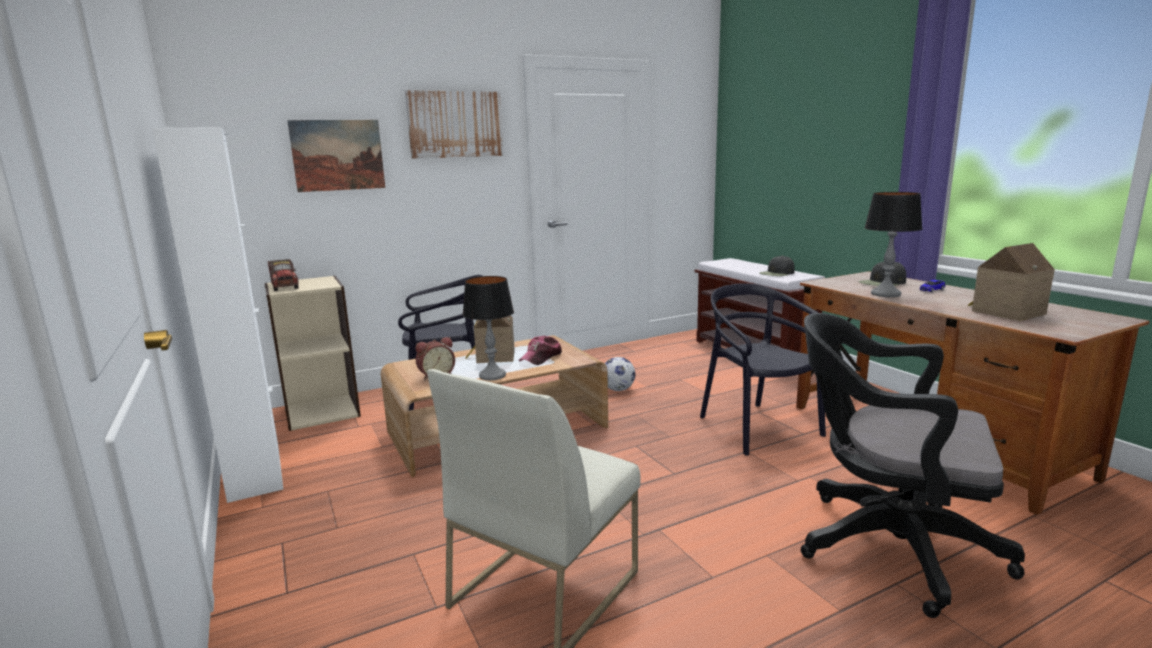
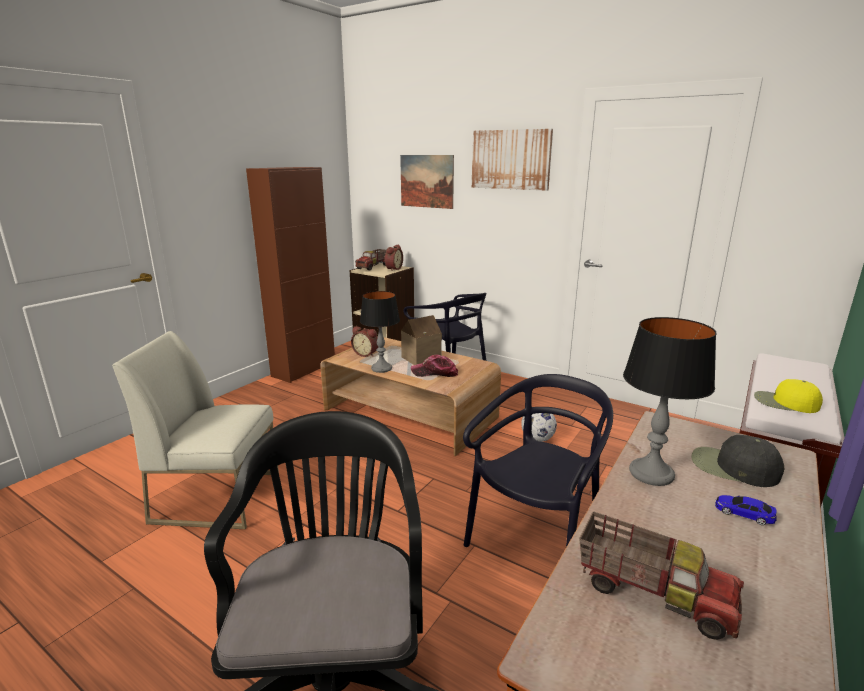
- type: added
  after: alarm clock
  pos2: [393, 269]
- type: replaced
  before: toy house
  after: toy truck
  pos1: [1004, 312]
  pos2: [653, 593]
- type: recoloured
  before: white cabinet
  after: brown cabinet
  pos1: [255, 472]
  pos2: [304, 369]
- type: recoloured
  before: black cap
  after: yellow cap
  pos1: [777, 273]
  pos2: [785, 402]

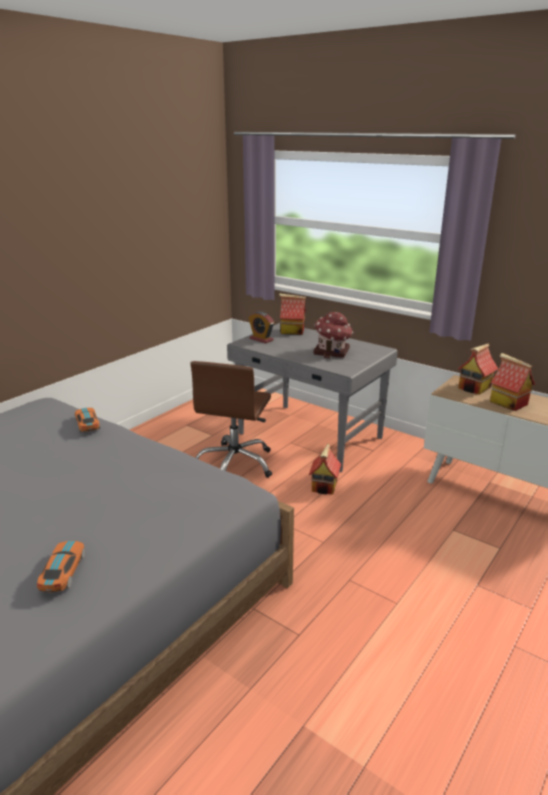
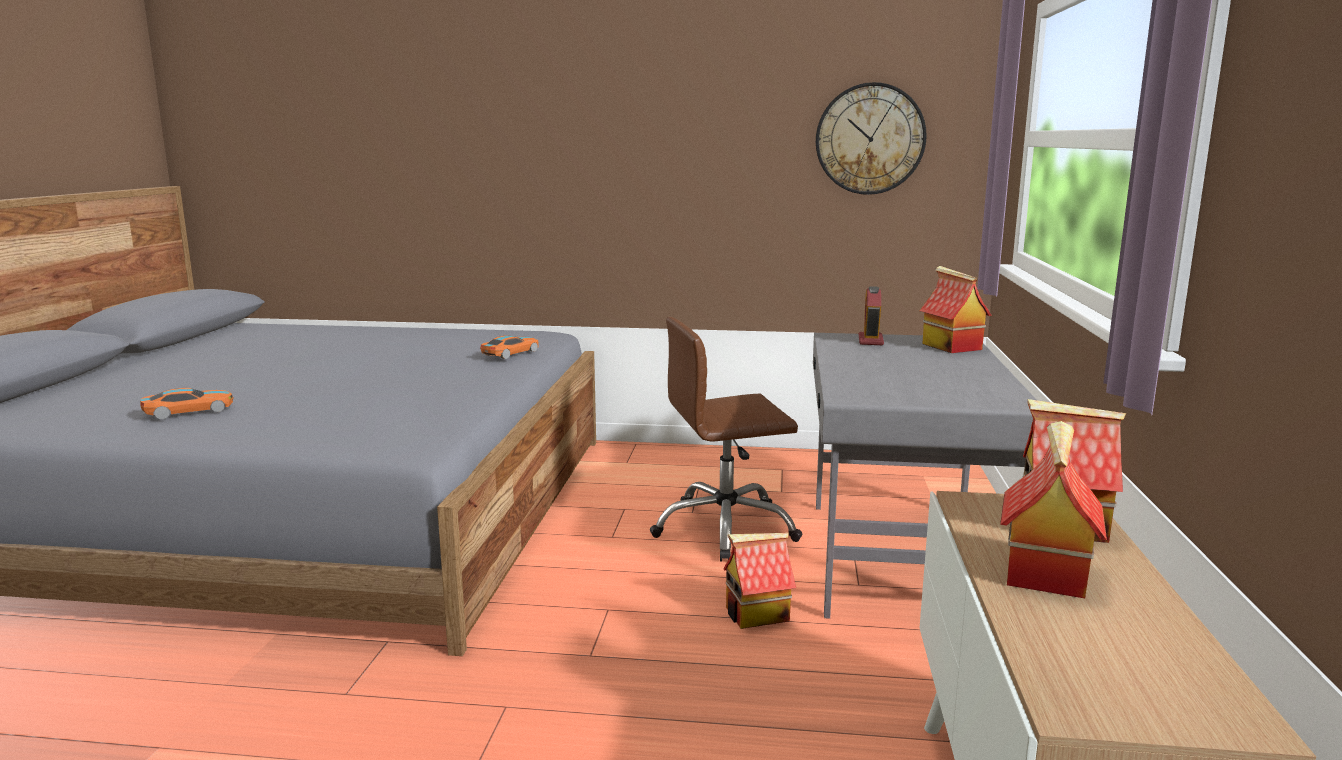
- type: removed
  before: toy house
  pos1: [332, 352]
- type: added
  after: wall clock
  pos2: [870, 139]

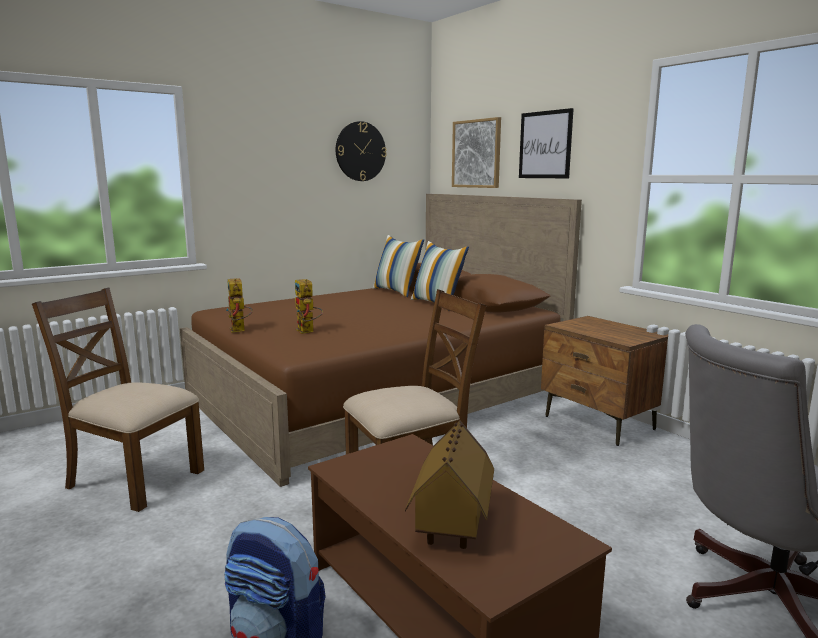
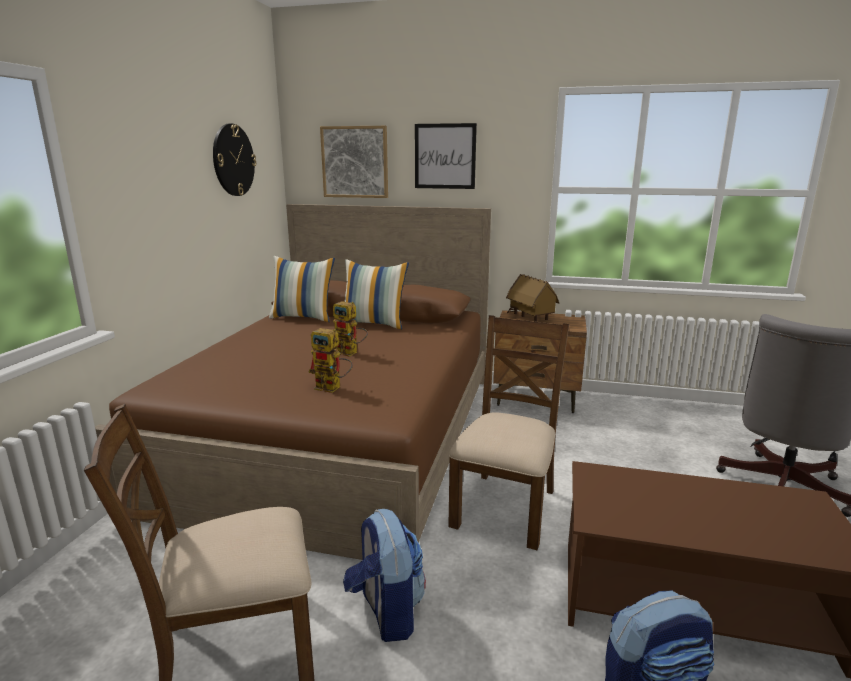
- type: added
  after: backpack
  pos2: [386, 612]
- type: moved
  before: toy robot
  pos1: [240, 330]
  pos2: [351, 353]
- type: moved
  before: toy house
  pos1: [451, 525]
  pos2: [530, 317]

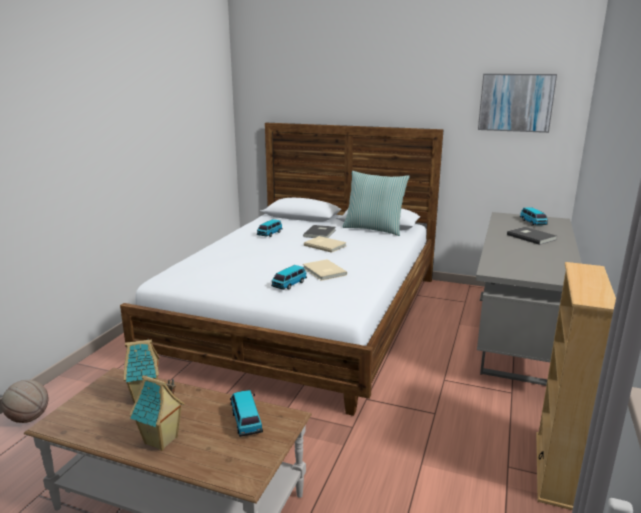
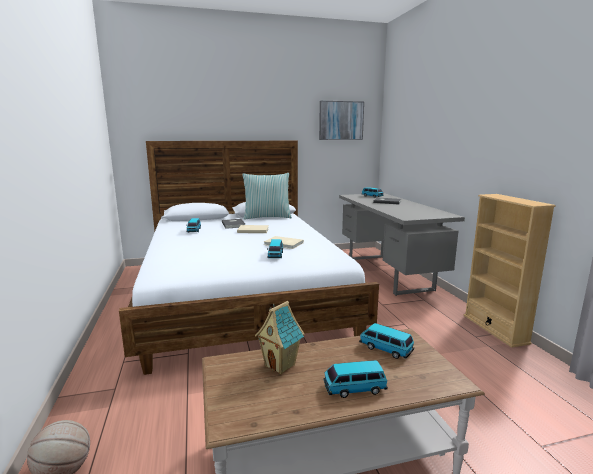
- type: replaced
  before: toy house
  after: toy car
  pos1: [161, 441]
  pos2: [354, 388]

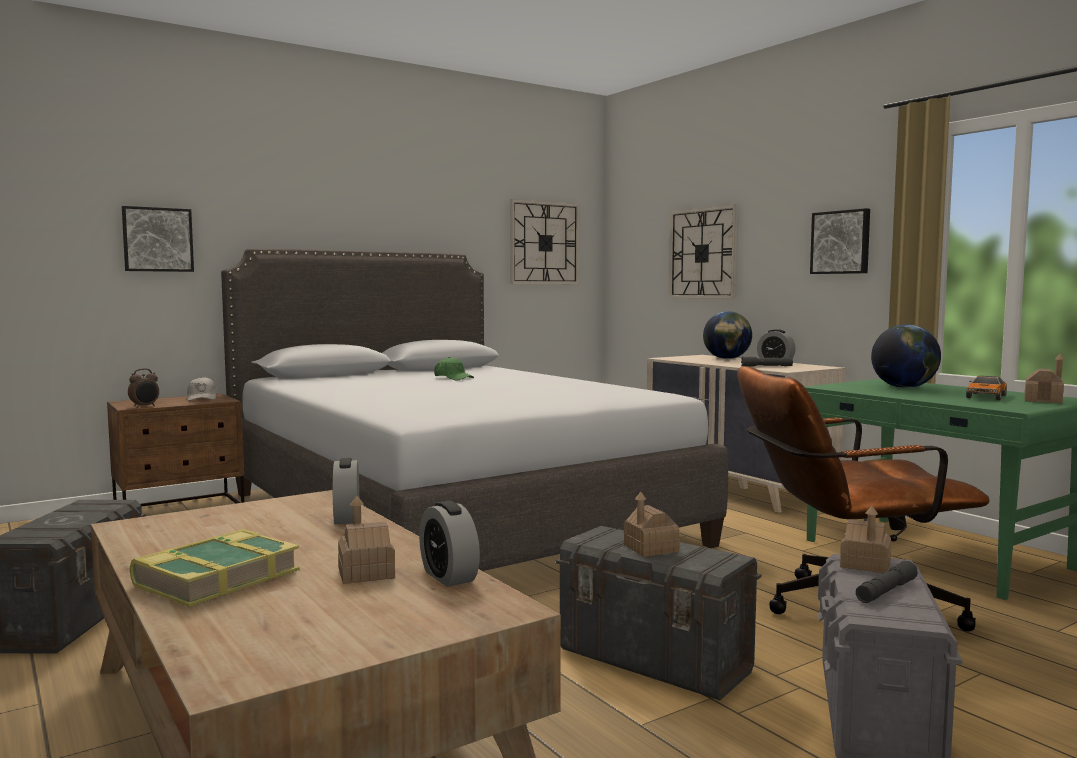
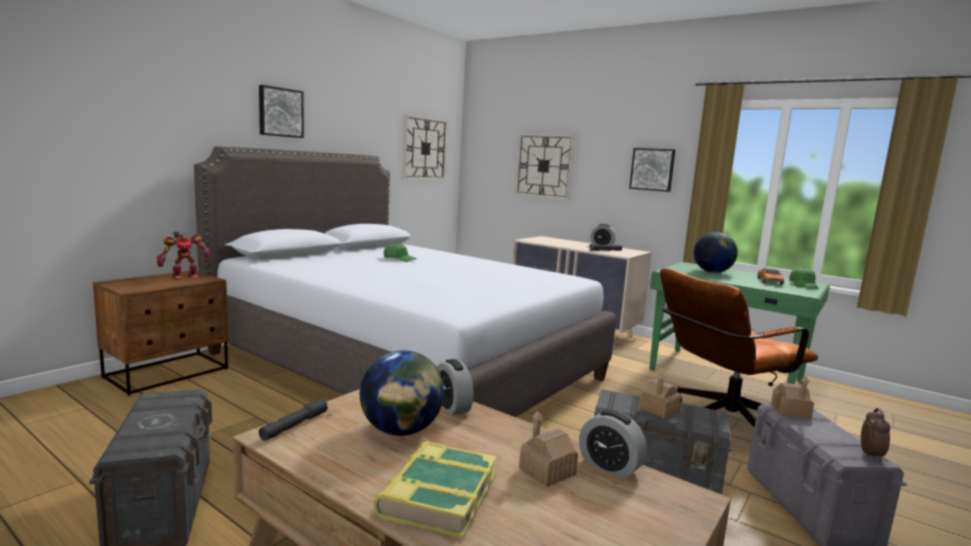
- type: moved
  before: picture
  pos1: [157, 239]
  pos2: [280, 112]
- type: moved
  before: alarm clock
  pos1: [145, 406]
  pos2: [871, 456]
- type: moved
  before: globe
  pos1: [727, 359]
  pos2: [401, 431]
- type: moved
  before: grey flashlight
  pos1: [886, 591]
  pos2: [294, 426]
- type: replaced
  before: white cap
  after: toy robot
  pos1: [202, 398]
  pos2: [184, 276]
- type: replaced
  before: toy house
  after: green cap
  pos1: [1043, 400]
  pos2: [803, 285]

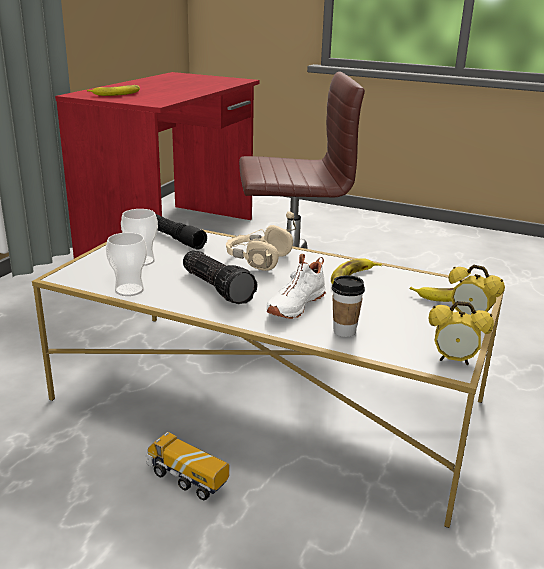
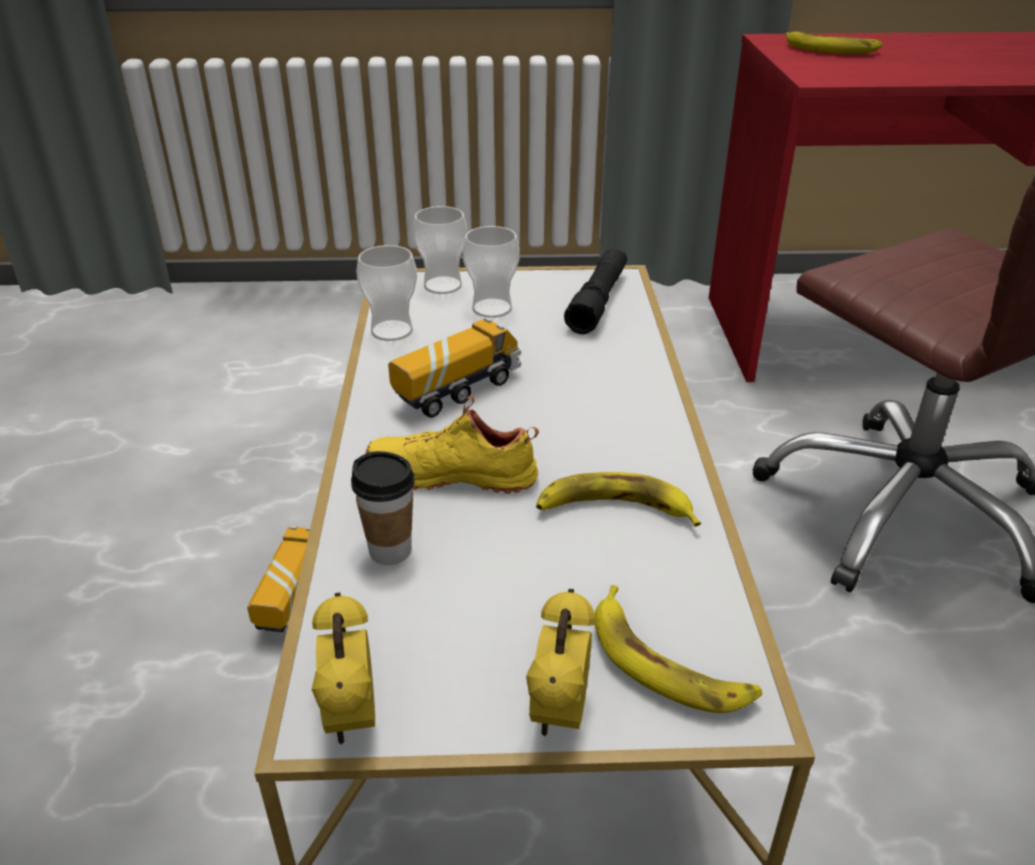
- type: removed
  before: beige headphones
  pos1: [258, 260]
- type: added
  after: cup
  pos2: [443, 285]
- type: replaced
  before: flashlight
  after: toy truck
  pos1: [218, 287]
  pos2: [458, 390]
- type: recoloured
  before: white shoe
  after: yellow shoe
  pos1: [294, 304]
  pos2: [453, 473]

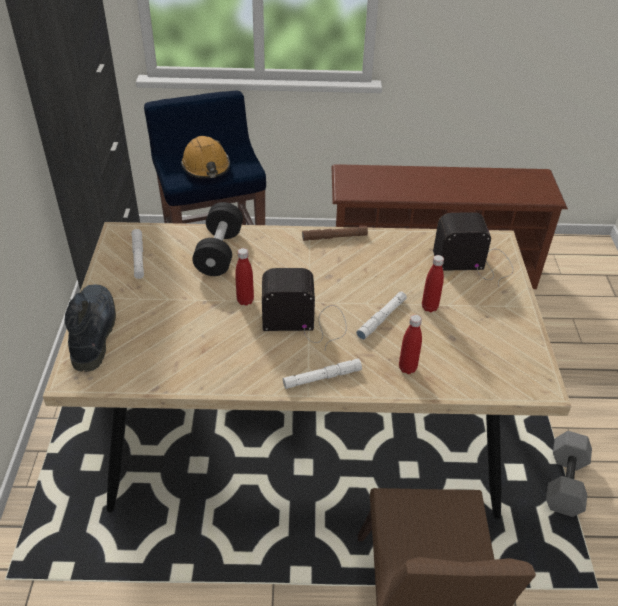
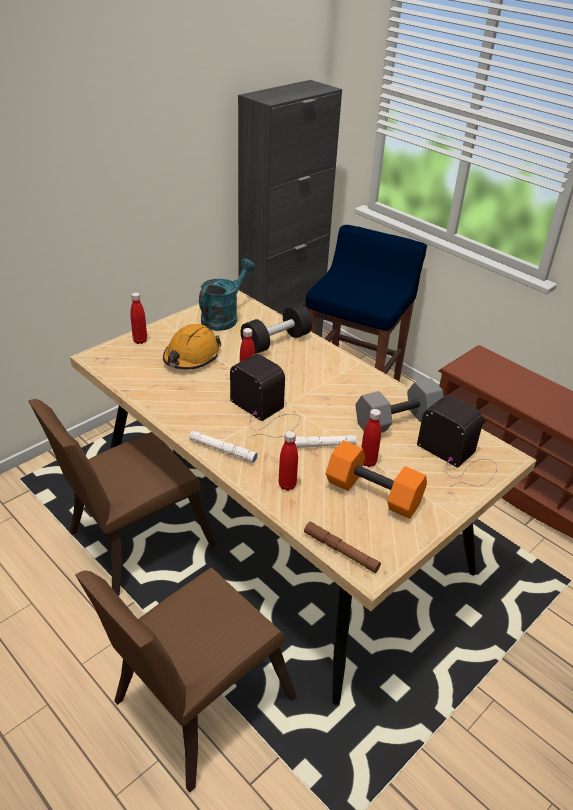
- type: added
  after: brown chair
  pos2: [132, 542]
- type: added
  after: orange dumbbell
  pos2: [372, 494]
- type: moved
  before: orange hard hat
  pos1: [206, 167]
  pos2: [191, 357]
- type: moved
  before: brown flashlight
  pos1: [334, 237]
  pos2: [341, 551]
- type: moved
  before: grey dumbbell
  pos1: [563, 481]
  pos2: [397, 420]
- type: replaced
  before: boot
  after: red bottle
  pos1: [93, 331]
  pos2: [140, 341]
- type: replaced
  before: white flashlight
  after: turquoise watering can
  pos1: [138, 257]
  pos2: [223, 317]

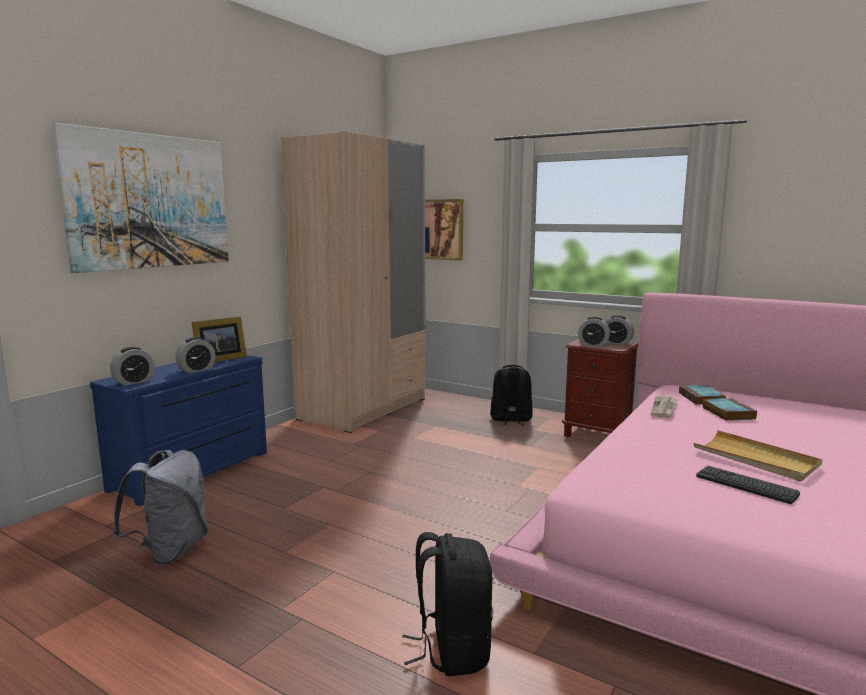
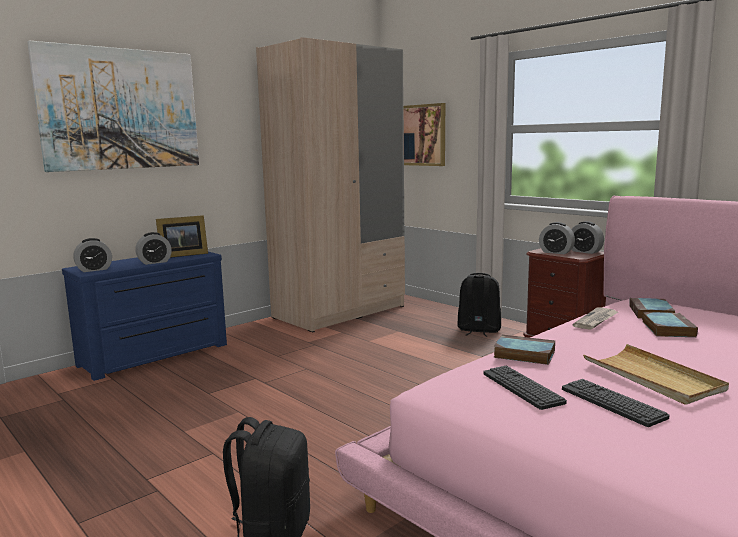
- type: removed
  before: grey backpack
  pos1: [170, 551]
- type: added
  after: keyboard
  pos2: [522, 388]
- type: added
  after: book
  pos2: [522, 354]

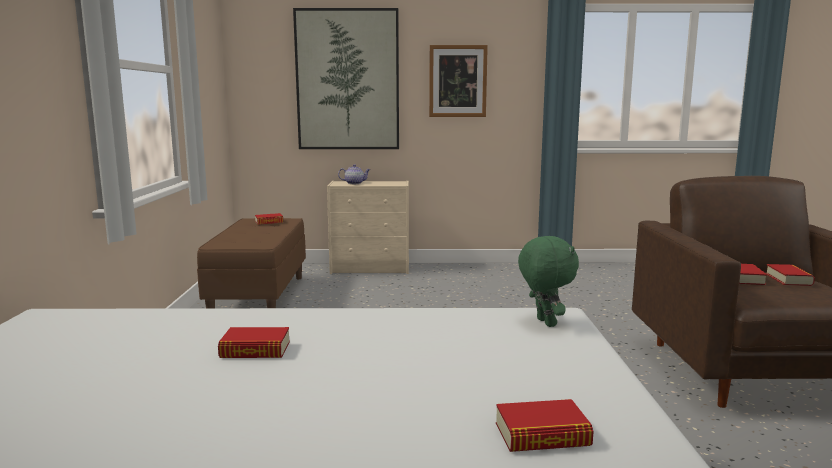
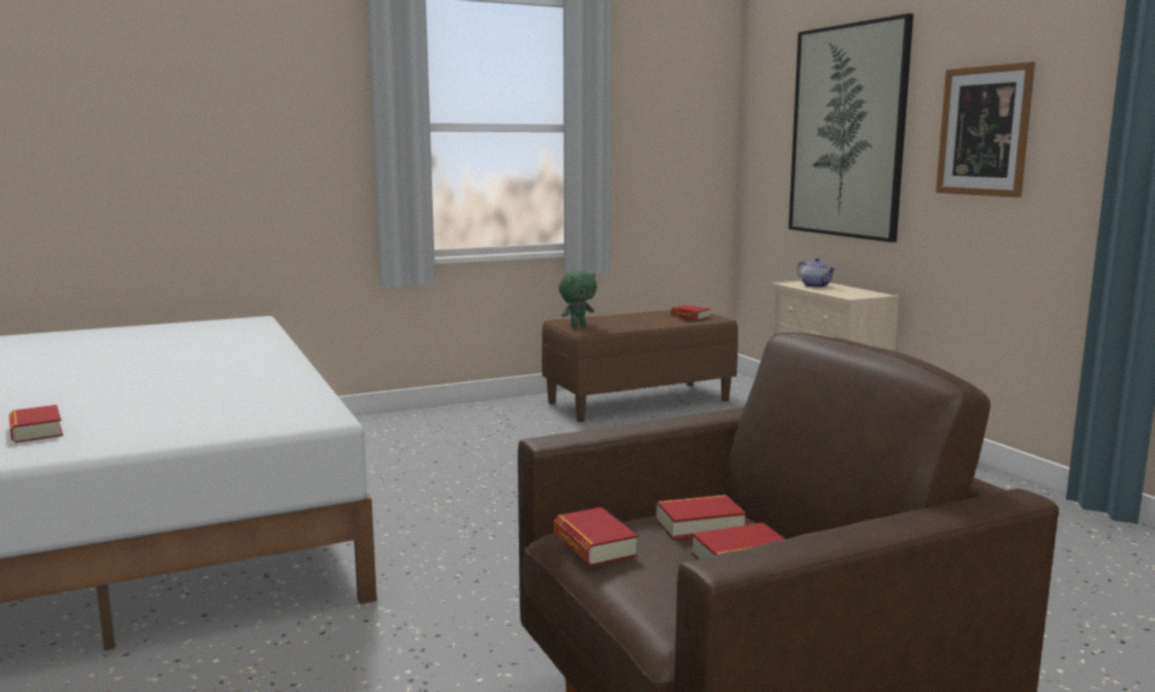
- type: moved
  before: book
  pos1: [255, 350]
  pos2: [594, 545]
- type: moved
  before: green plush toy
  pos1: [544, 322]
  pos2: [578, 325]

